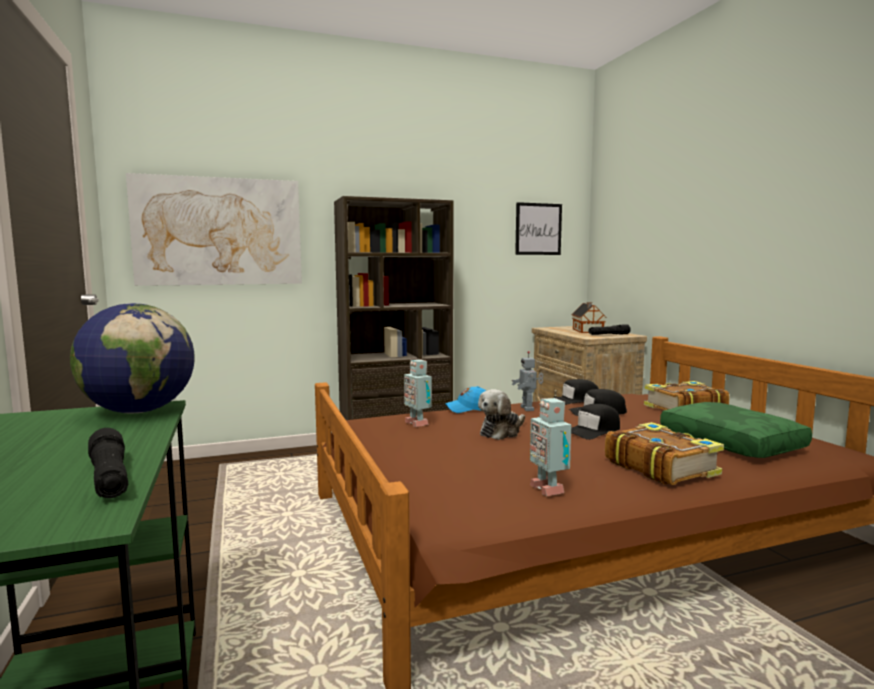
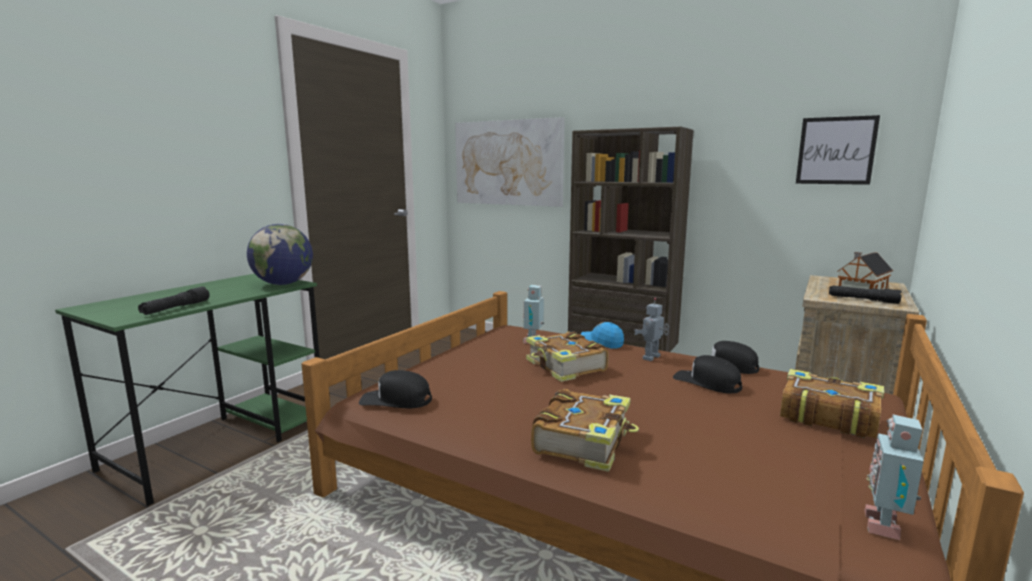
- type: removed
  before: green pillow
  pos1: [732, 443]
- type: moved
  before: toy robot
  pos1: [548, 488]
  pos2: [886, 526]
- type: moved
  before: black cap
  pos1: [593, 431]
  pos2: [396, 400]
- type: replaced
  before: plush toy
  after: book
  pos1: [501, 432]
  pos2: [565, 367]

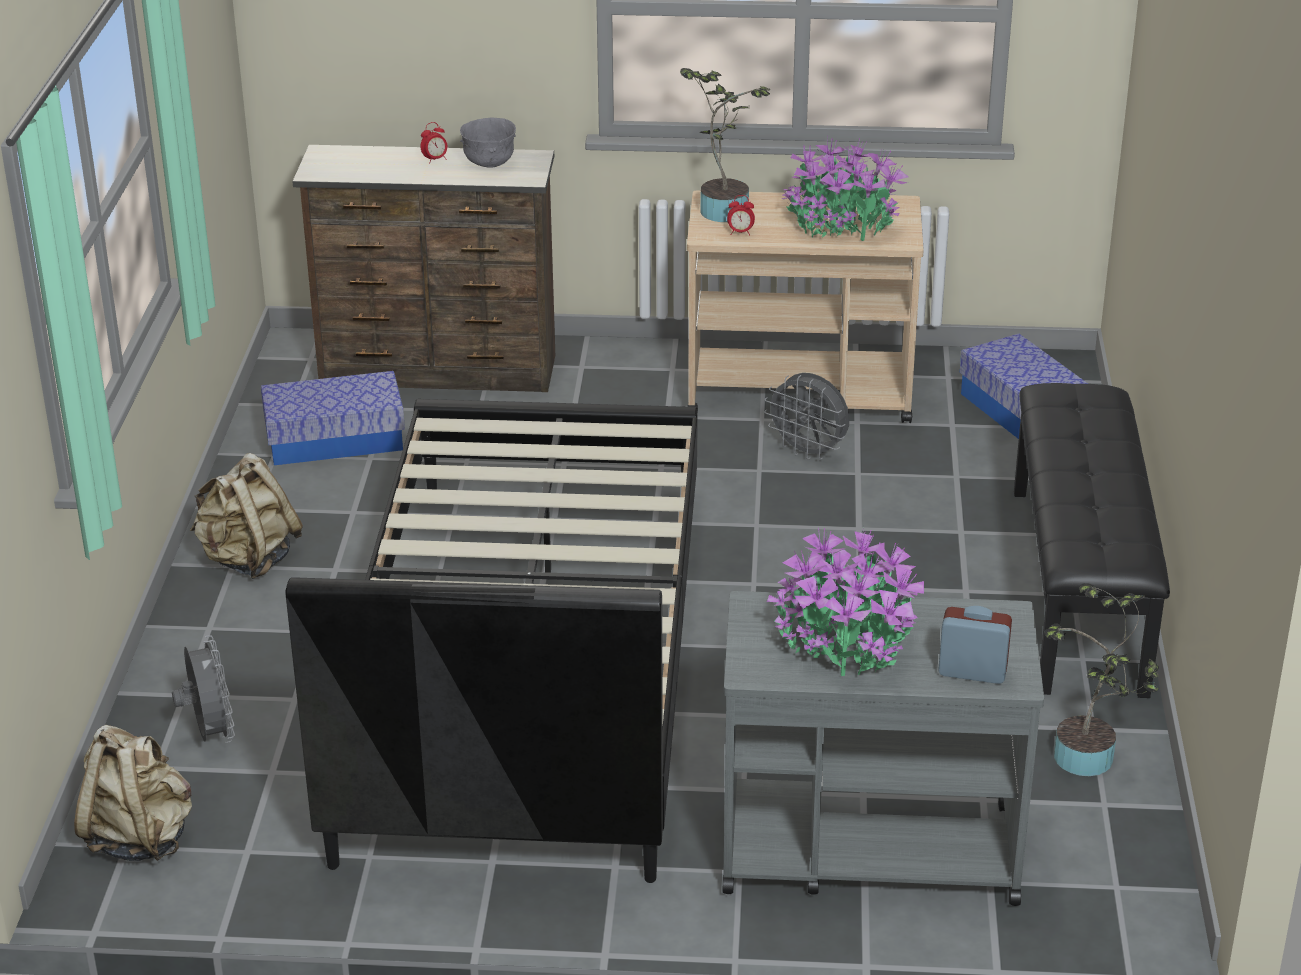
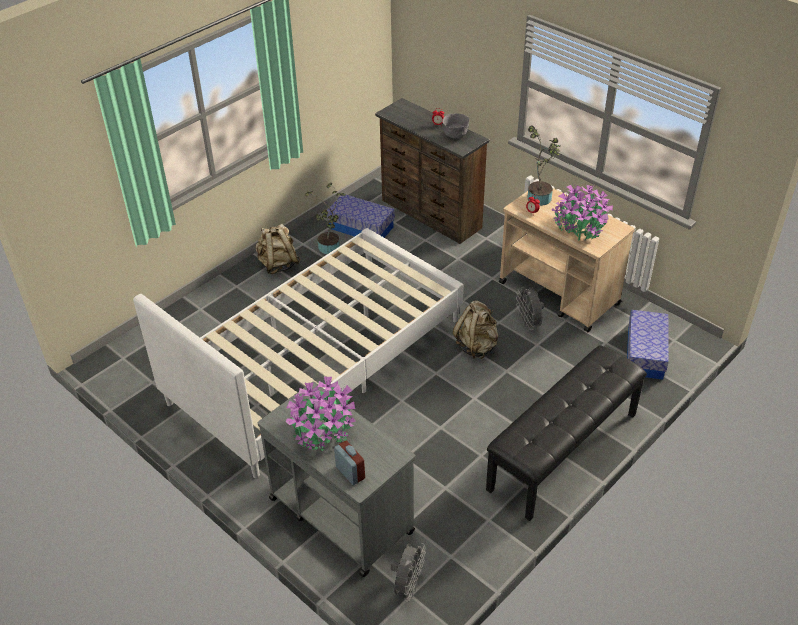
- type: moved
  before: beige backpack
  pos1: [140, 837]
  pos2: [476, 346]
- type: moved
  before: grey fan
  pos1: [210, 734]
  pos2: [408, 585]
- type: moved
  before: potted plant
  pos1: [1090, 760]
  pos2: [329, 249]
- type: recoloured
  before: black bed
  after: white bed
  pos1: [527, 663]
  pos2: [317, 361]

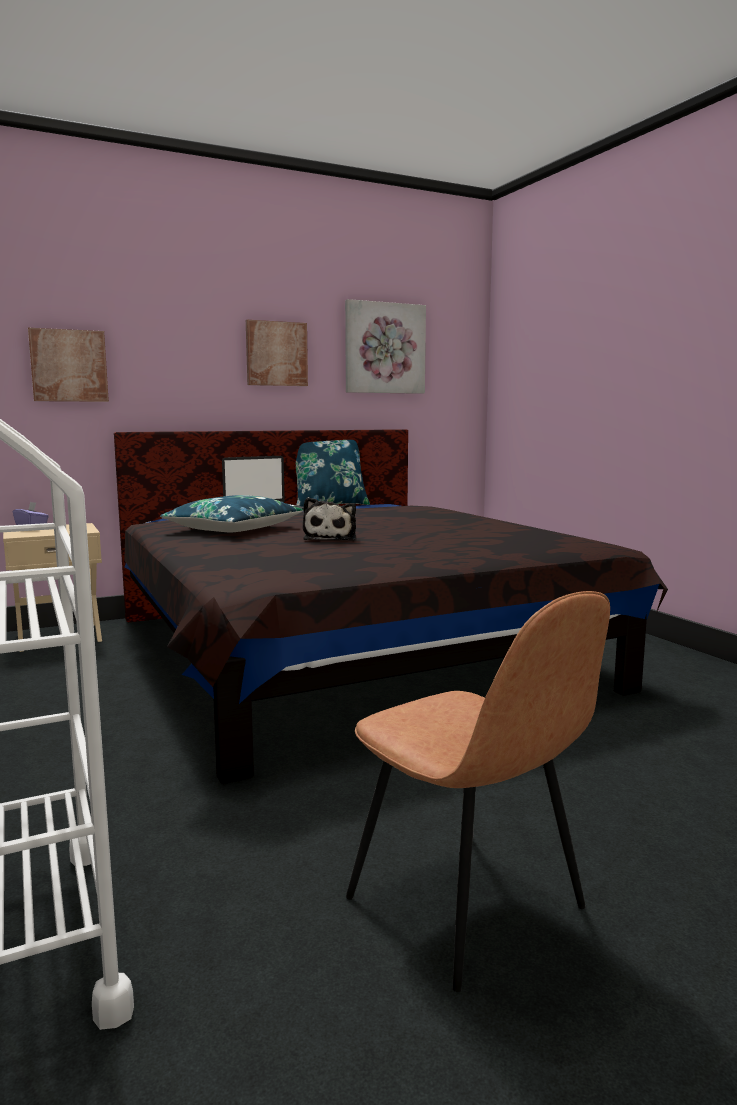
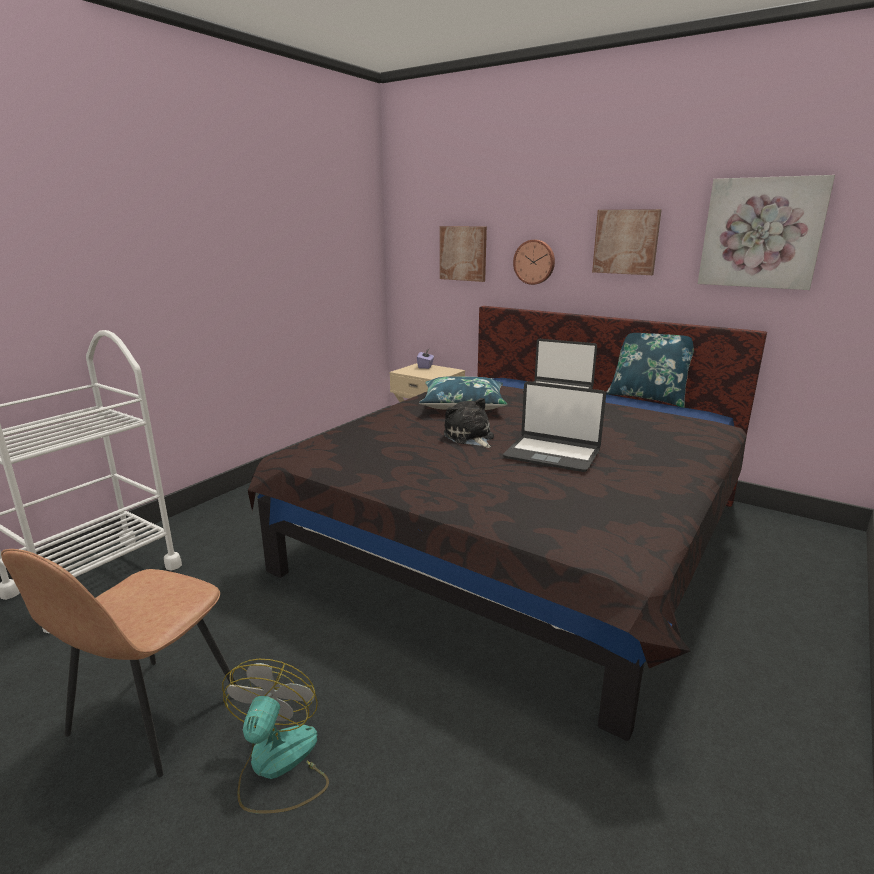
- type: added
  after: fan
  pos2: [278, 766]
- type: added
  after: laptop
  pos2: [552, 454]
- type: added
  after: wall clock
  pos2: [534, 262]
- type: turned
  before: plush toy
  pos1: [331, 538]
  pos2: [469, 437]
  turn: 90

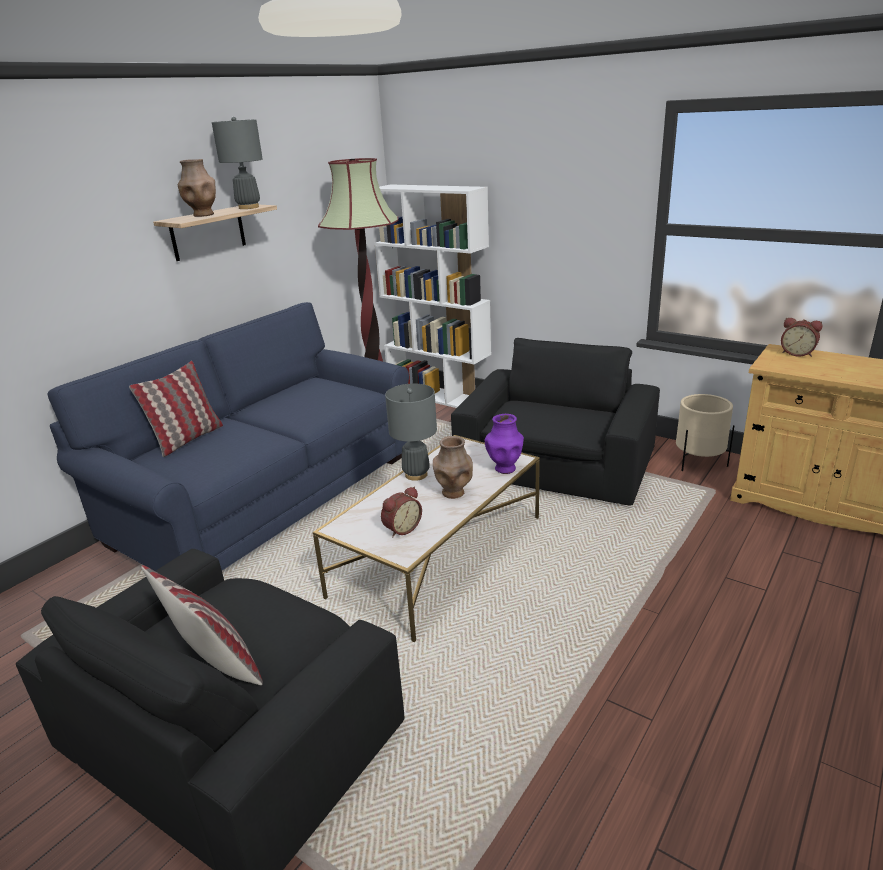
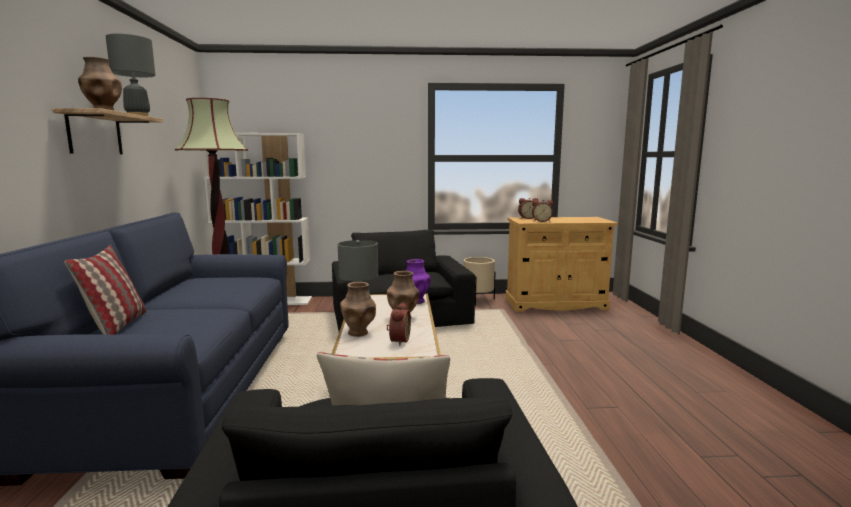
- type: added
  after: brown vase
  pos2: [358, 333]
- type: added
  after: alarm clock
  pos2: [541, 221]

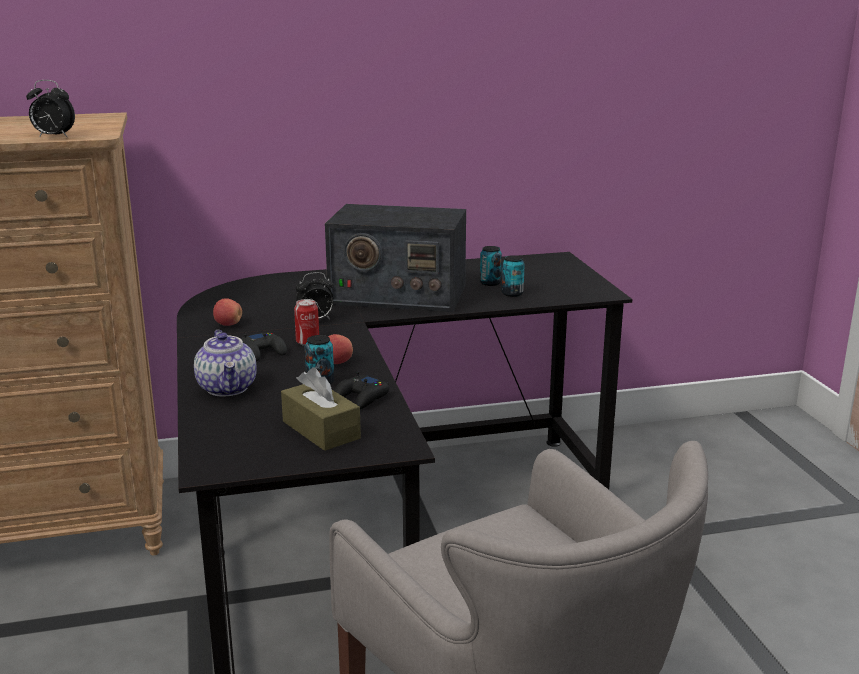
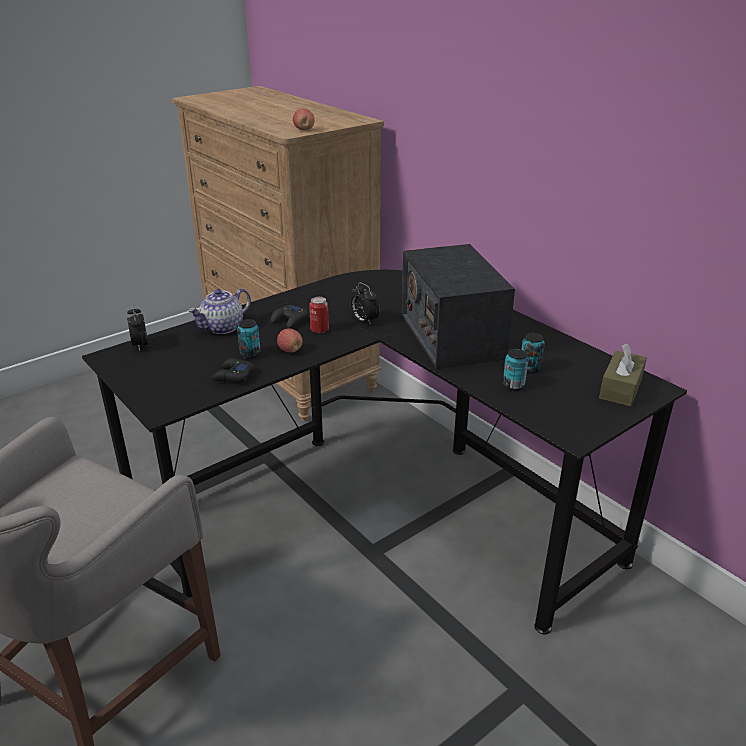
- type: moved
  before: alarm clock
  pos1: [53, 137]
  pos2: [140, 345]
- type: moved
  before: apple
  pos1: [228, 324]
  pos2: [304, 130]
- type: moved
  before: brown tissue box
  pos1: [321, 430]
  pos2: [620, 388]

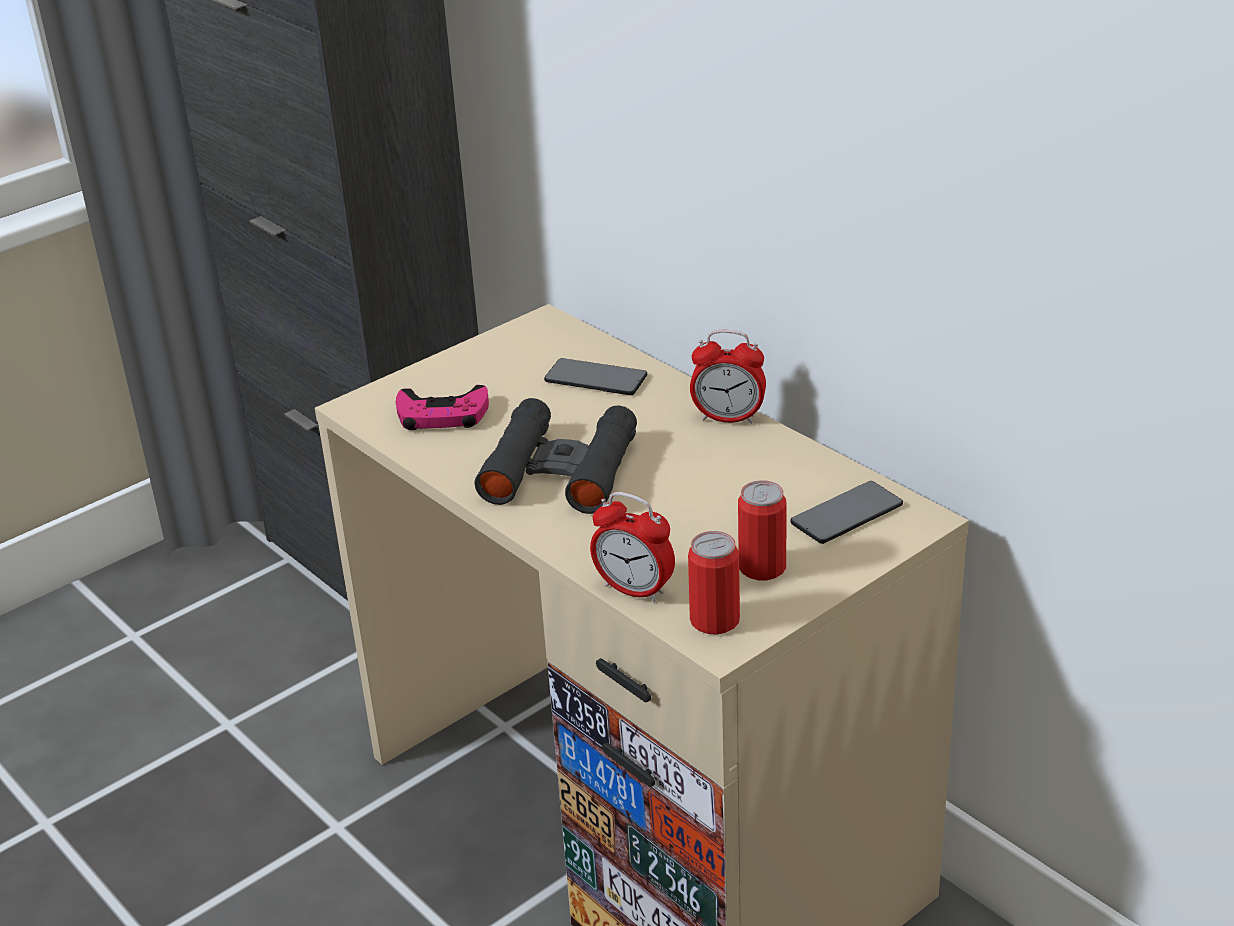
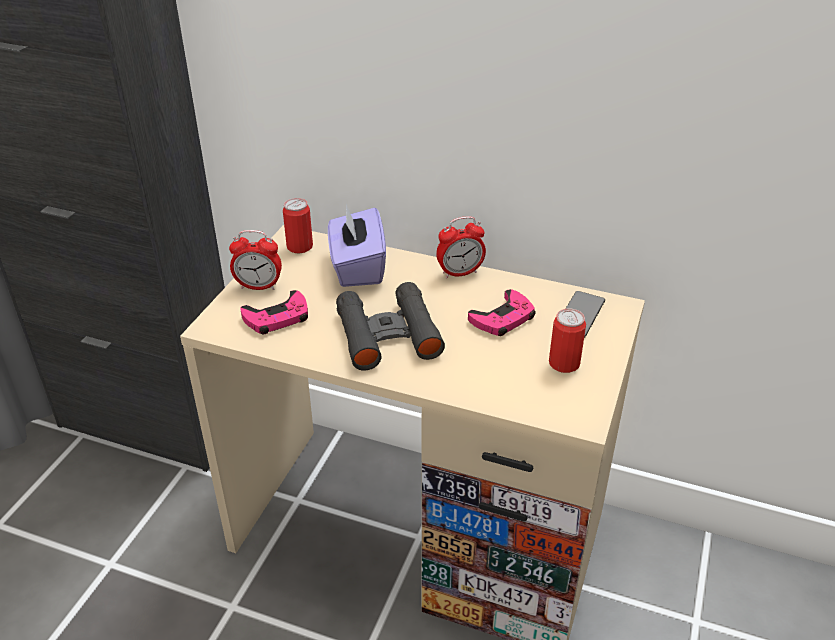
- type: added
  after: pink game controller
  pos2: [503, 318]
- type: moved
  before: alarm clock
  pos1: [634, 590]
  pos2: [259, 286]
- type: moved
  before: can
  pos1: [714, 620]
  pos2: [299, 247]
- type: replaced
  before: phone
  after: purple tissue box
  pos1: [595, 379]
  pos2: [357, 267]

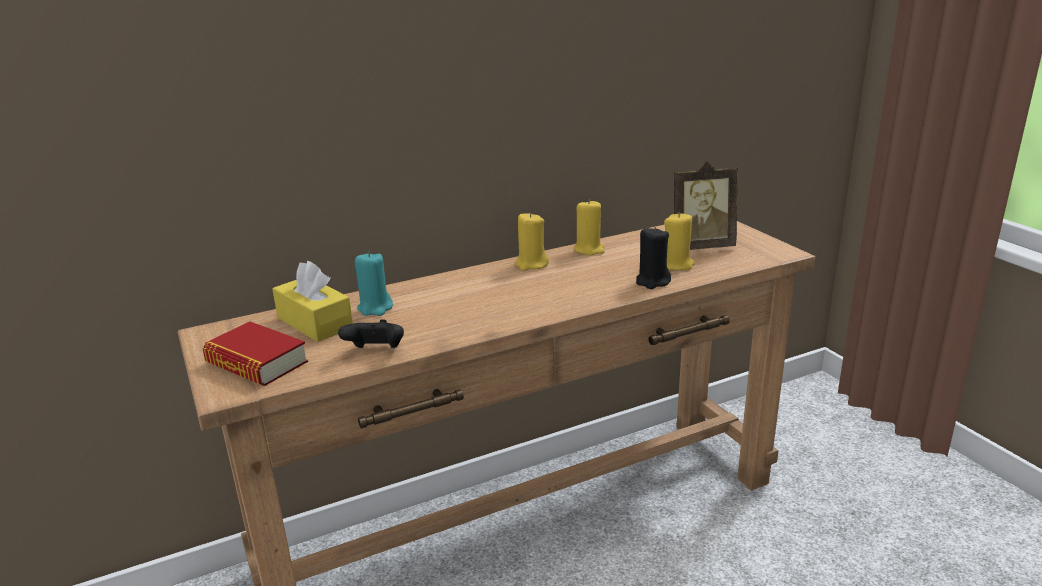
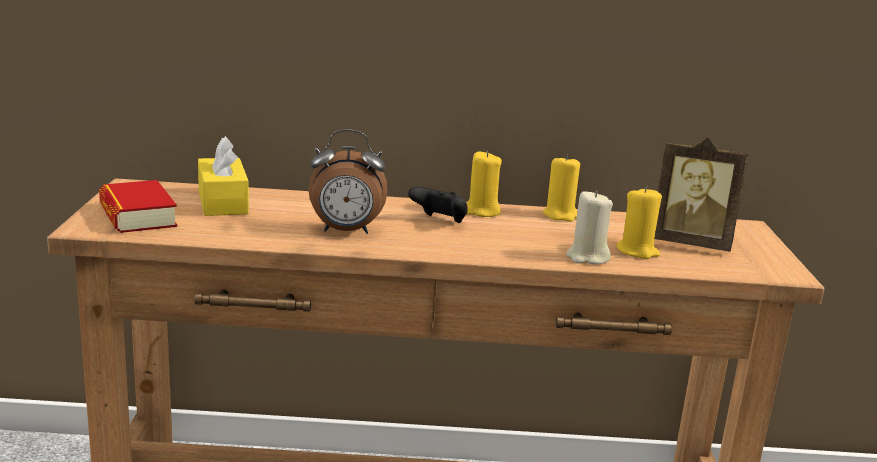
- type: removed
  before: turquoise candle
  pos1: [375, 308]
- type: added
  after: alarm clock
  pos2: [346, 231]
- type: moved
  before: black game controller
  pos1: [376, 352]
  pos2: [439, 221]
- type: recoloured
  before: black candle
  after: beige candle
  pos1: [652, 281]
  pos2: [587, 257]

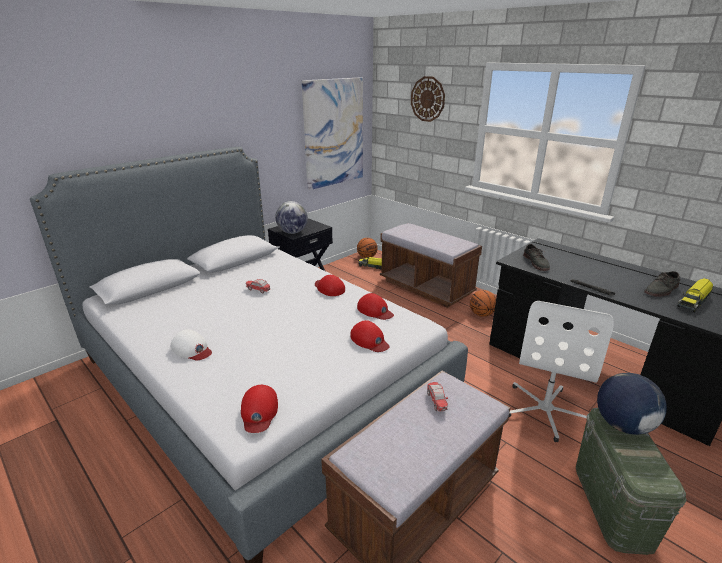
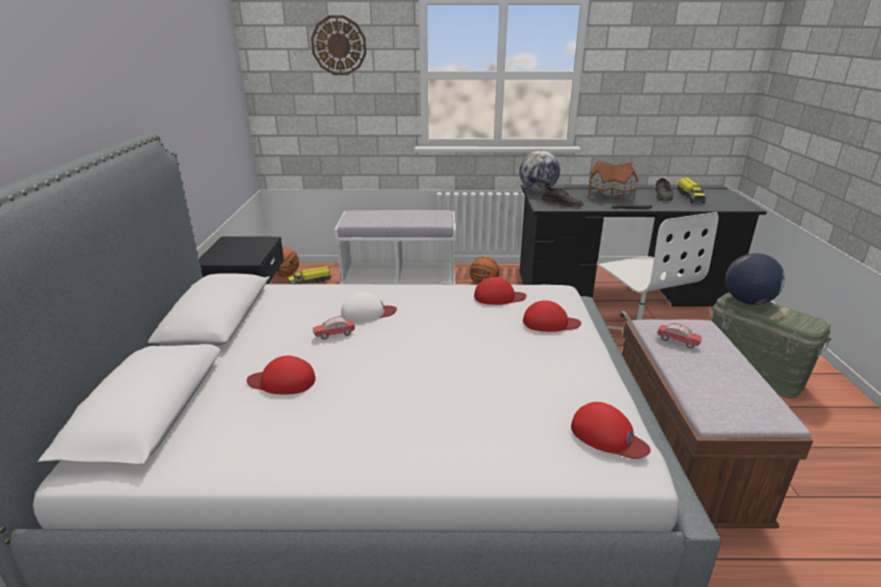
- type: removed
  before: picture
  pos1: [333, 133]
- type: added
  after: toy house
  pos2: [609, 195]
- type: moved
  before: white cap
  pos1: [192, 349]
  pos2: [367, 312]
- type: moved
  before: globe
  pos1: [292, 232]
  pos2: [538, 190]
- type: moved
  before: red cap
  pos1: [329, 288]
  pos2: [282, 381]
- type: recoloured
  before: brown bench
  after: white bench
  pos1: [426, 287]
  pos2: [399, 281]

